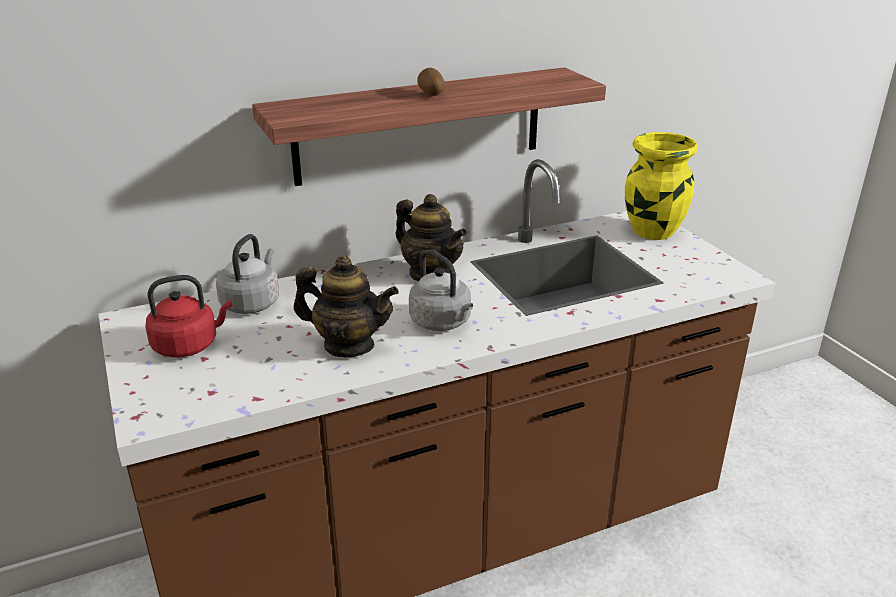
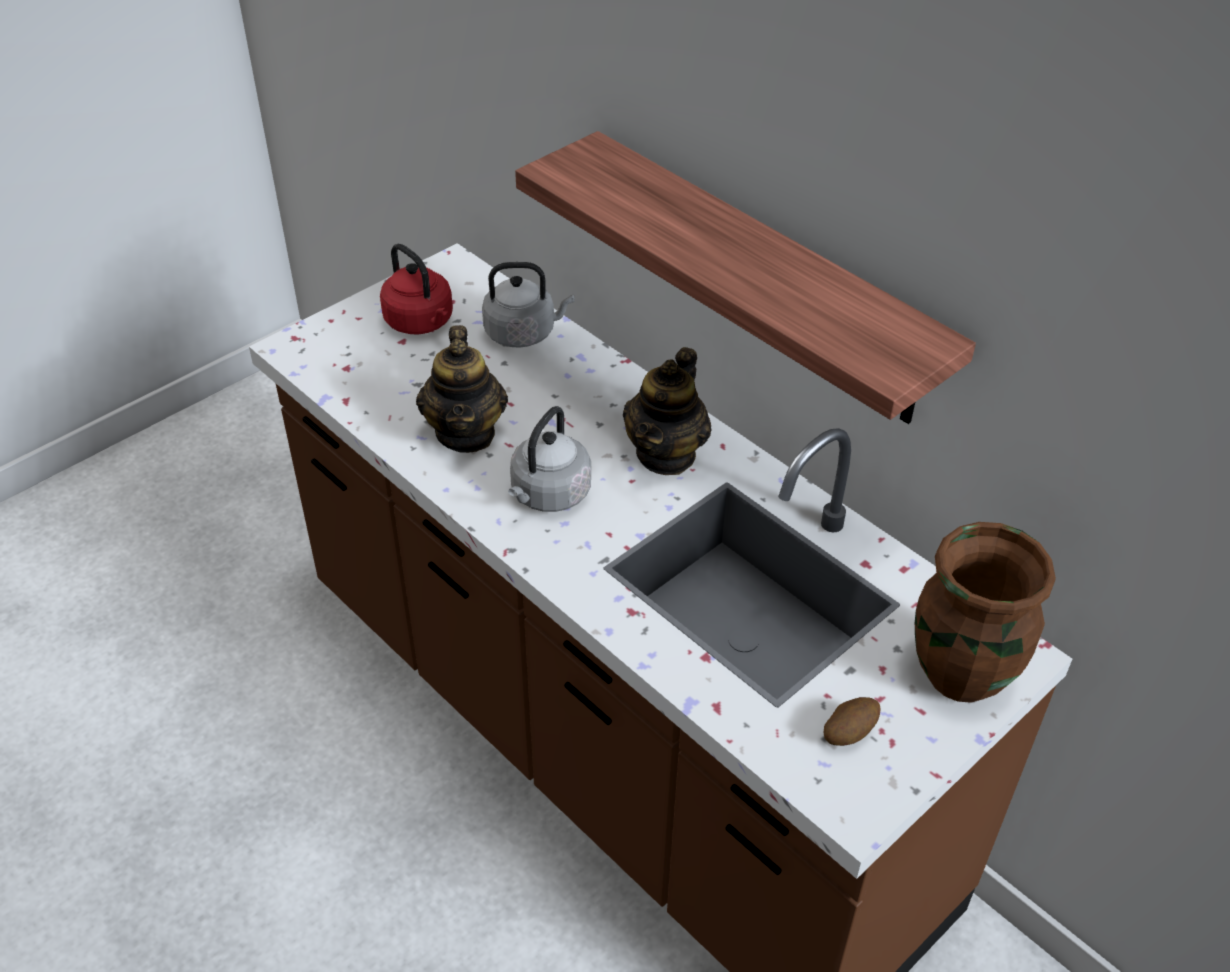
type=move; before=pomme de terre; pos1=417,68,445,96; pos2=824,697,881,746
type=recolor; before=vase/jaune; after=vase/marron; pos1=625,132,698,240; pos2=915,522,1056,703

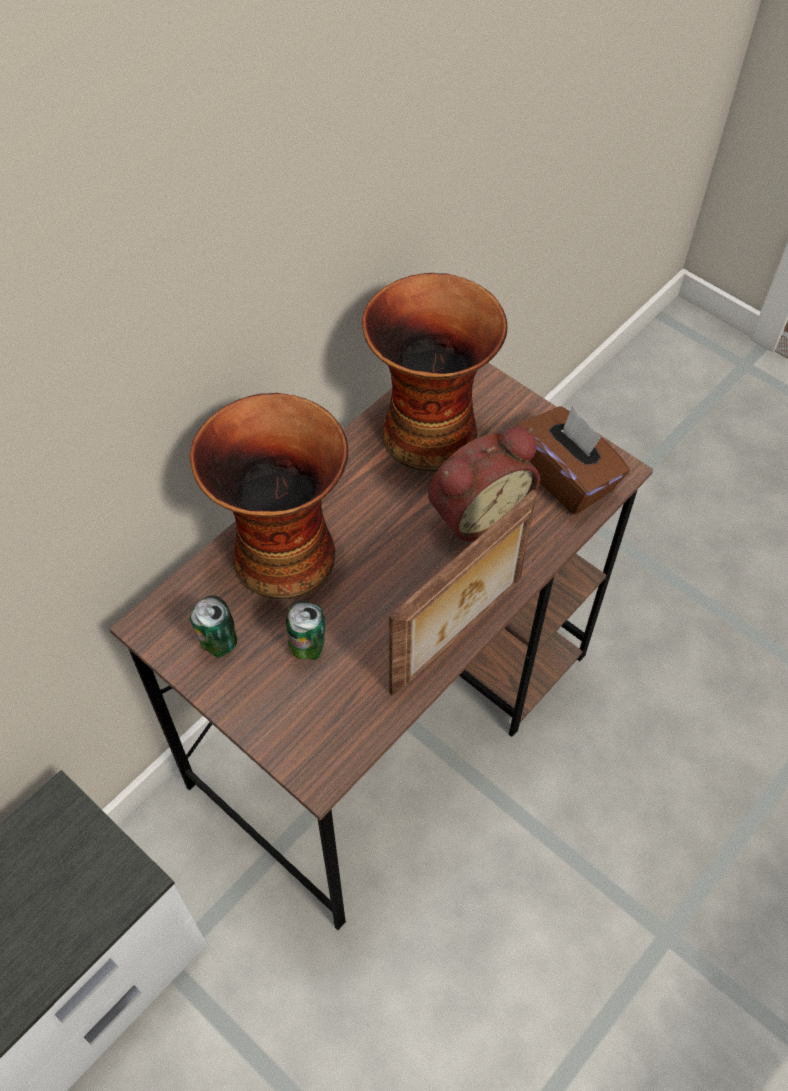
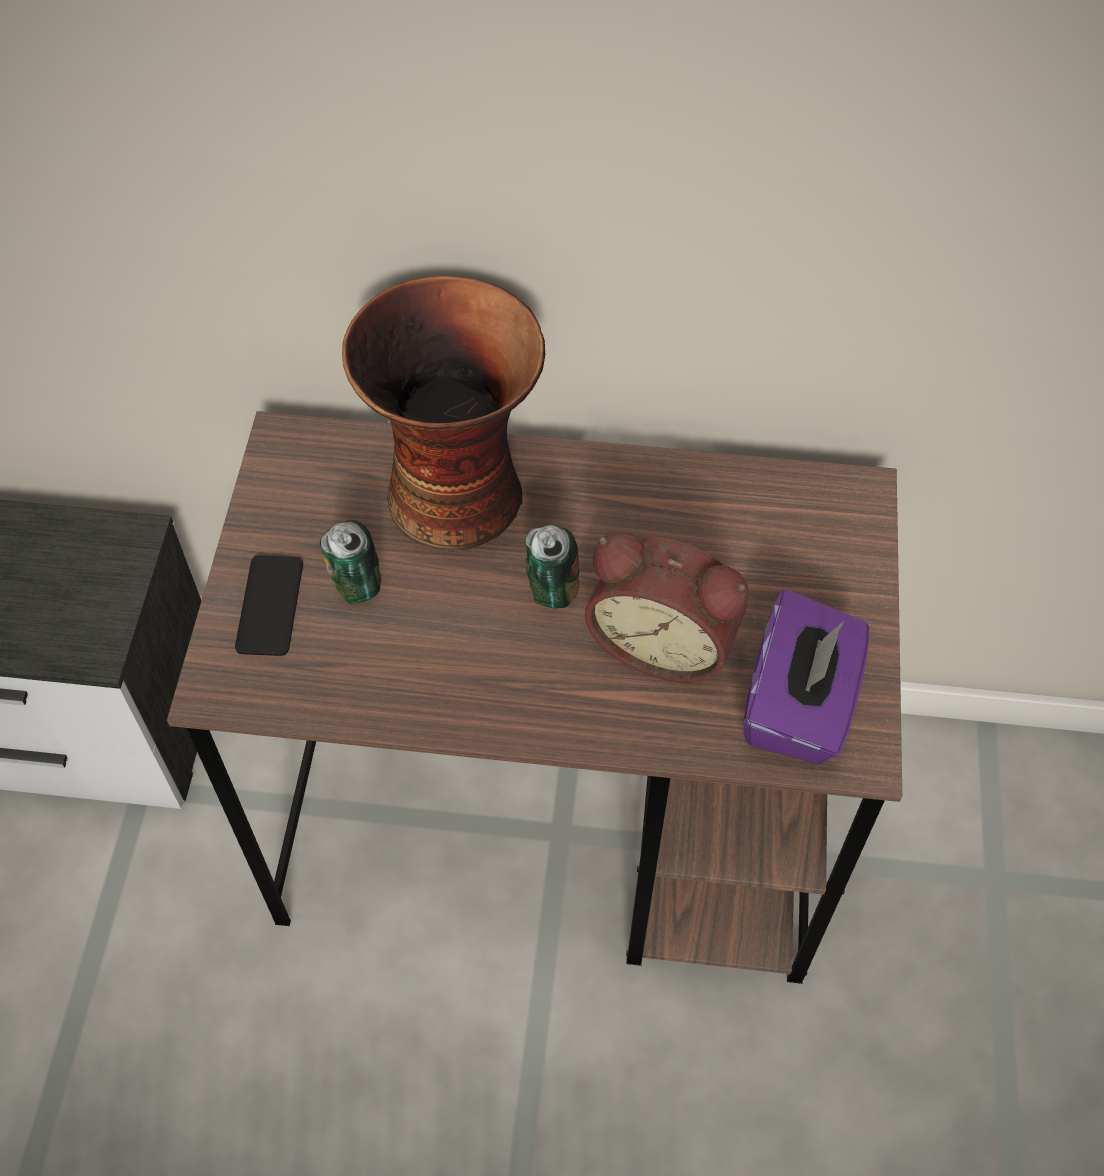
type=insert; after=téléphone; pos2=235,555,303,656
type=move; before=boîte métallique; pos1=190,595,237,658; pos2=525,525,579,608
type=recolor; before=boîte à mouchoirs/marron; after=boîte à mouchoirs/violet; pos1=516,406,630,514; pos2=743,589,869,765
type=delete; before=vase; pos1=362,273,507,471
type=delete; before=cadre photo; pos1=389,489,537,695

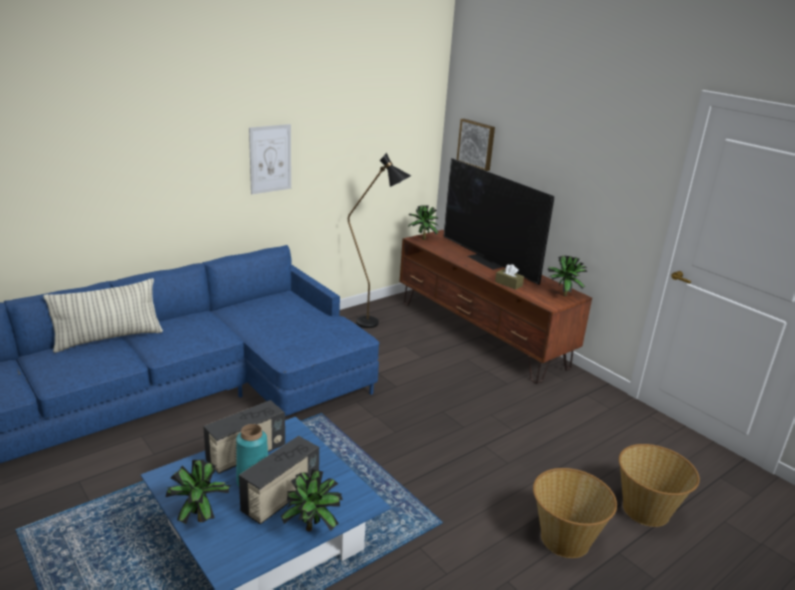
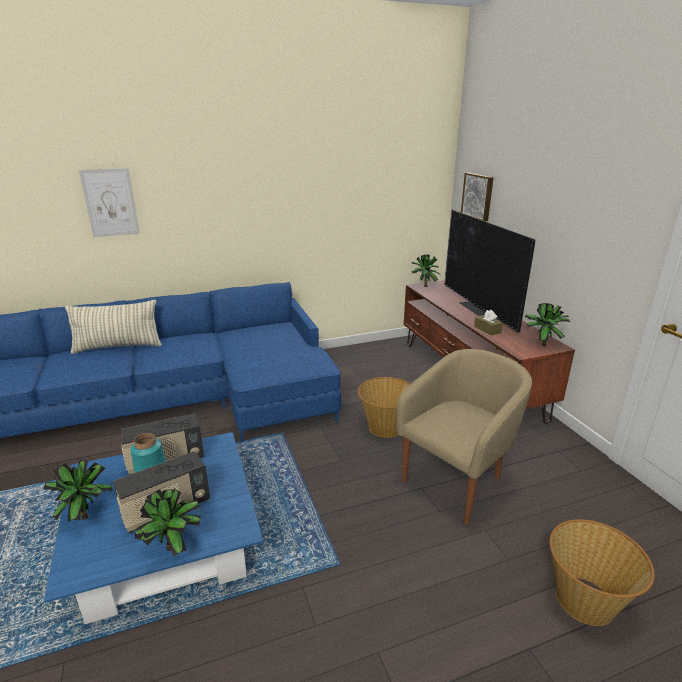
type=move; before=tableau; pos1=249,124,291,194; pos2=79,168,140,237
type=move; before=panier; pos1=533,468,617,558; pos2=358,377,411,438
type=insert; after=fauteuil/beige; pos2=397,349,532,525
type=delete; before=lampadaire/noir; pos1=348,153,411,328

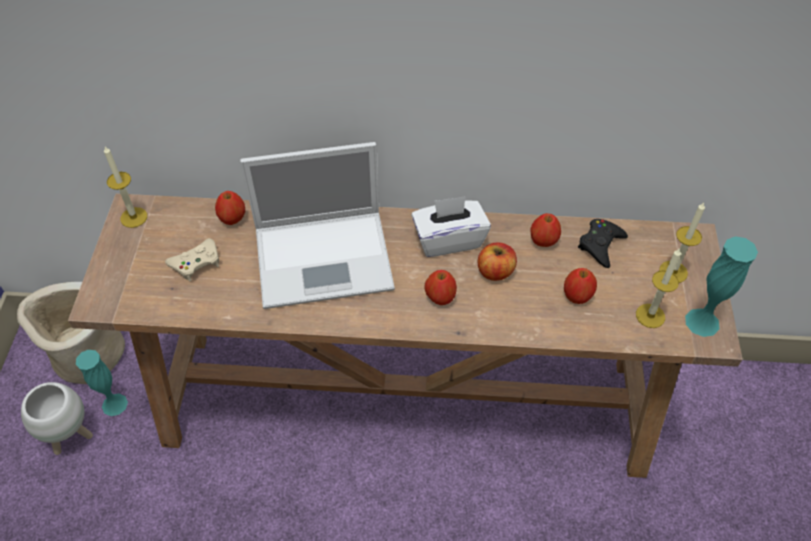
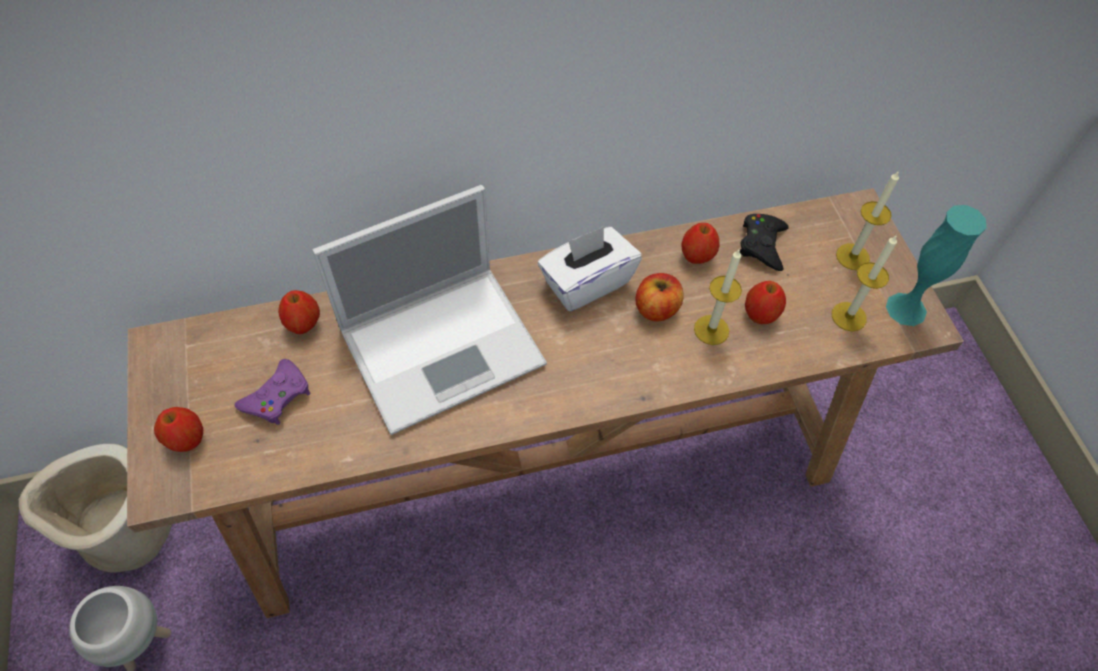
type=move; before=pomme; pos1=424,270,457,305; pos2=154,407,203,452
type=recolor; before=manette/beige; after=manette/violet; pos1=165,238,219,282; pos2=235,359,310,425
type=move; before=bougie; pos1=104,146,147,228; pos2=694,250,742,345
type=delete; before=vase/turquoise; pos1=76,350,128,416

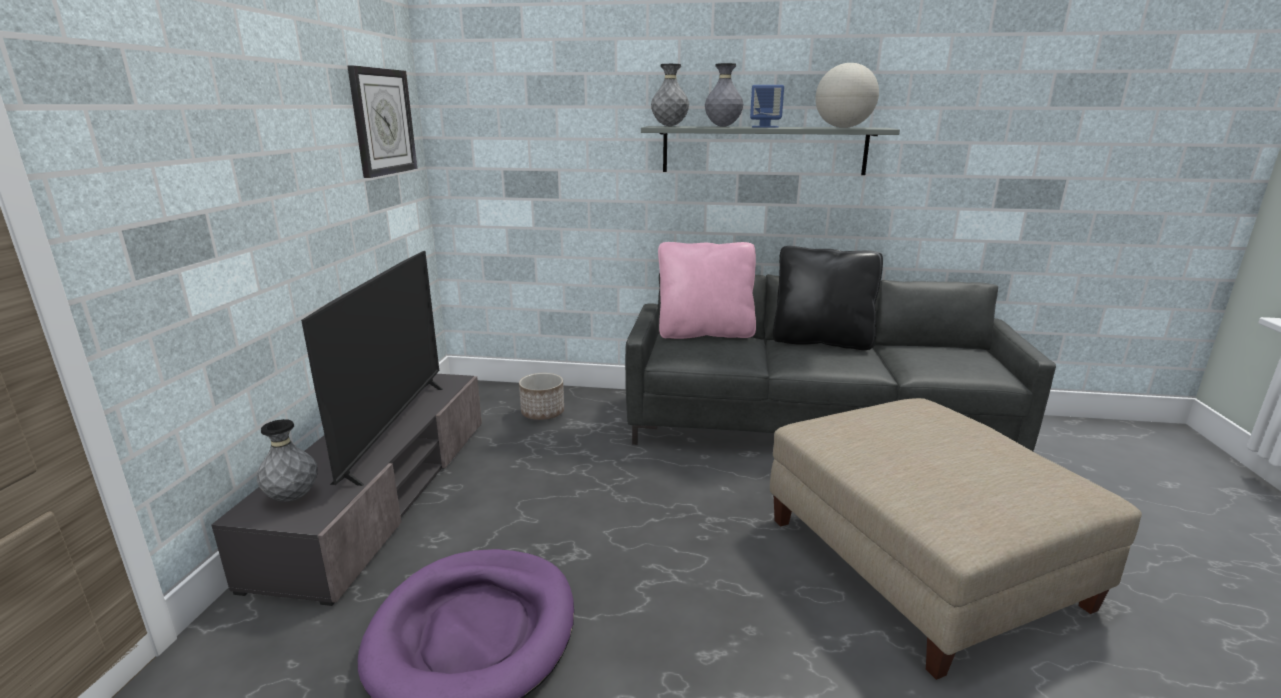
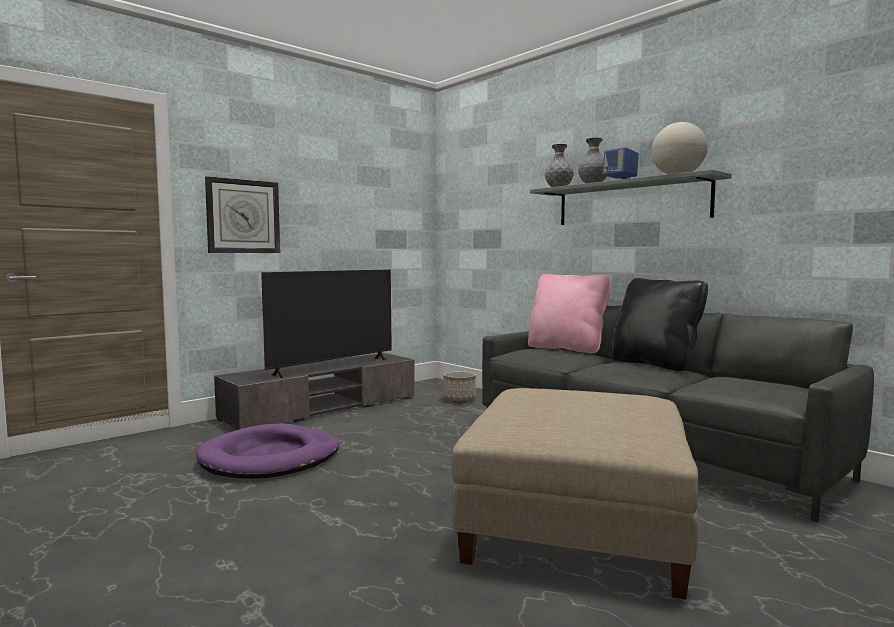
type=move; before=horloge murale; pos1=347,65,417,178; pos2=205,176,280,253
type=delete; before=vase/gris; pos1=257,419,318,501

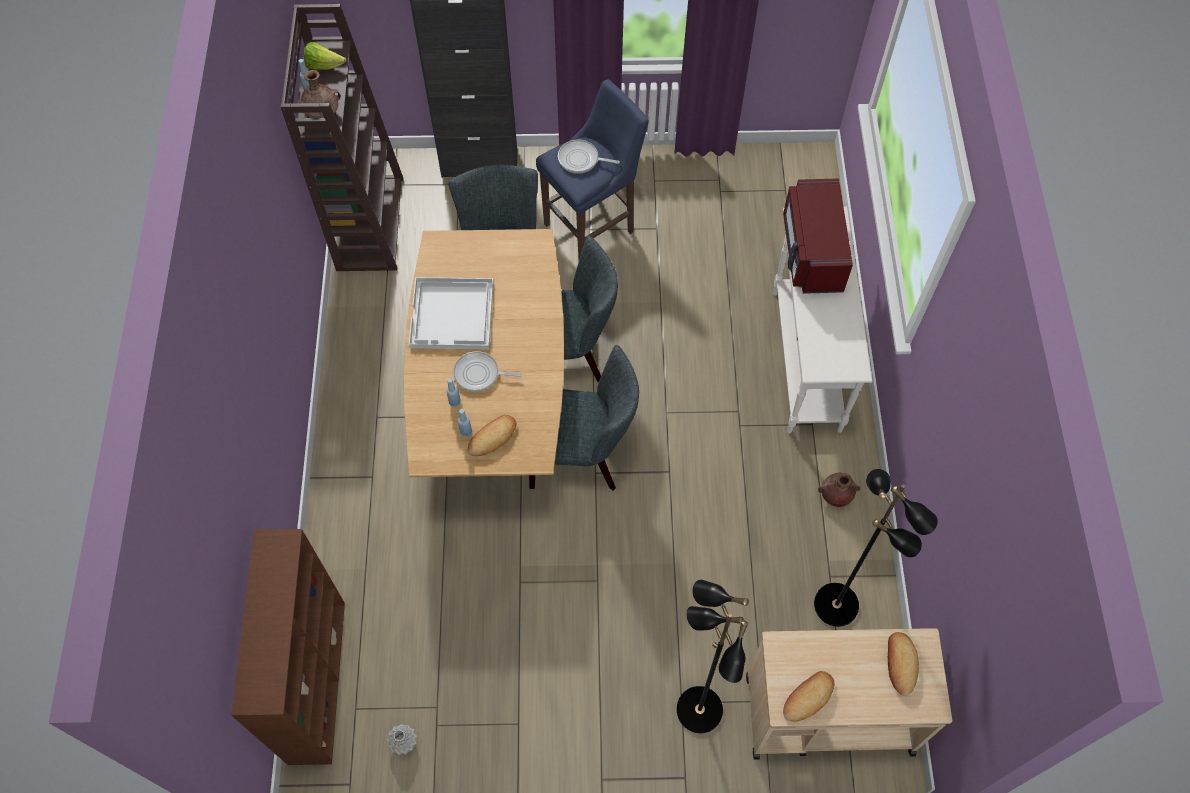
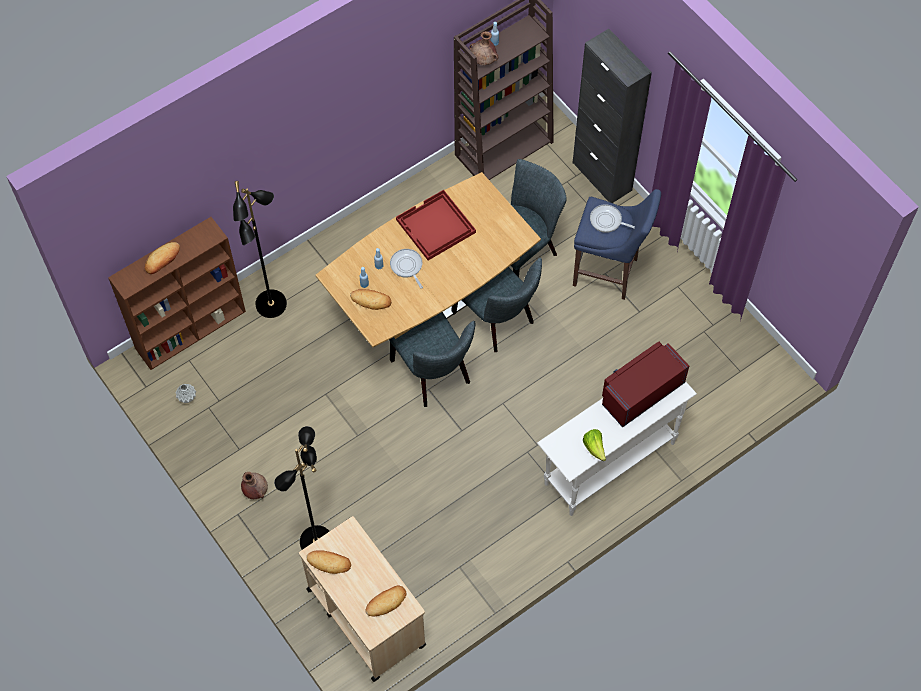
type=insert; after=pain; pos2=145,242,180,274
type=move; before=lampadaire/noir; pos1=814,469,938,627; pos2=233,181,287,318
type=move; before=vase/marron; pos1=818,473,860,507; pos2=241,472,268,499
type=recolor; before=plateau/blanc; after=plateau/rouge; pos1=409,277,494,349; pos2=396,190,476,260
type=move; before=laitue; pos1=304,42,346,70; pos2=583,429,606,461
type=rotate; before=poêle; pos1=558,140,620,174; pos2=590,204,635,233; turn=-45

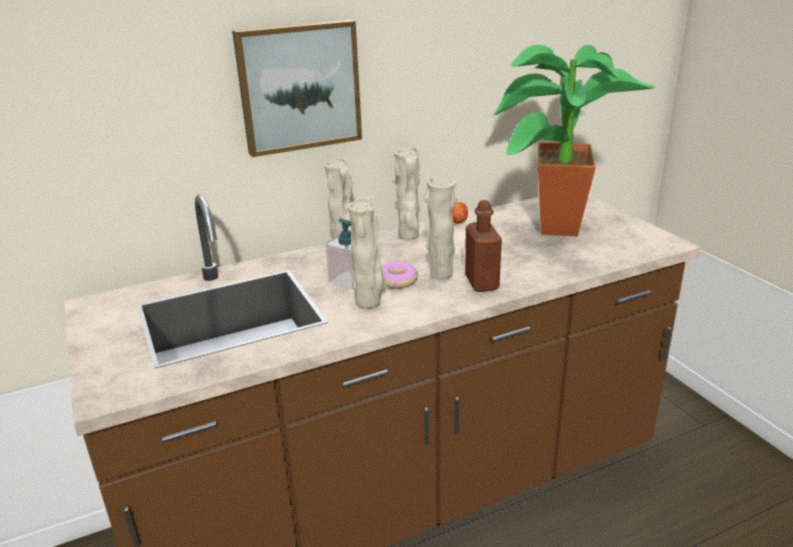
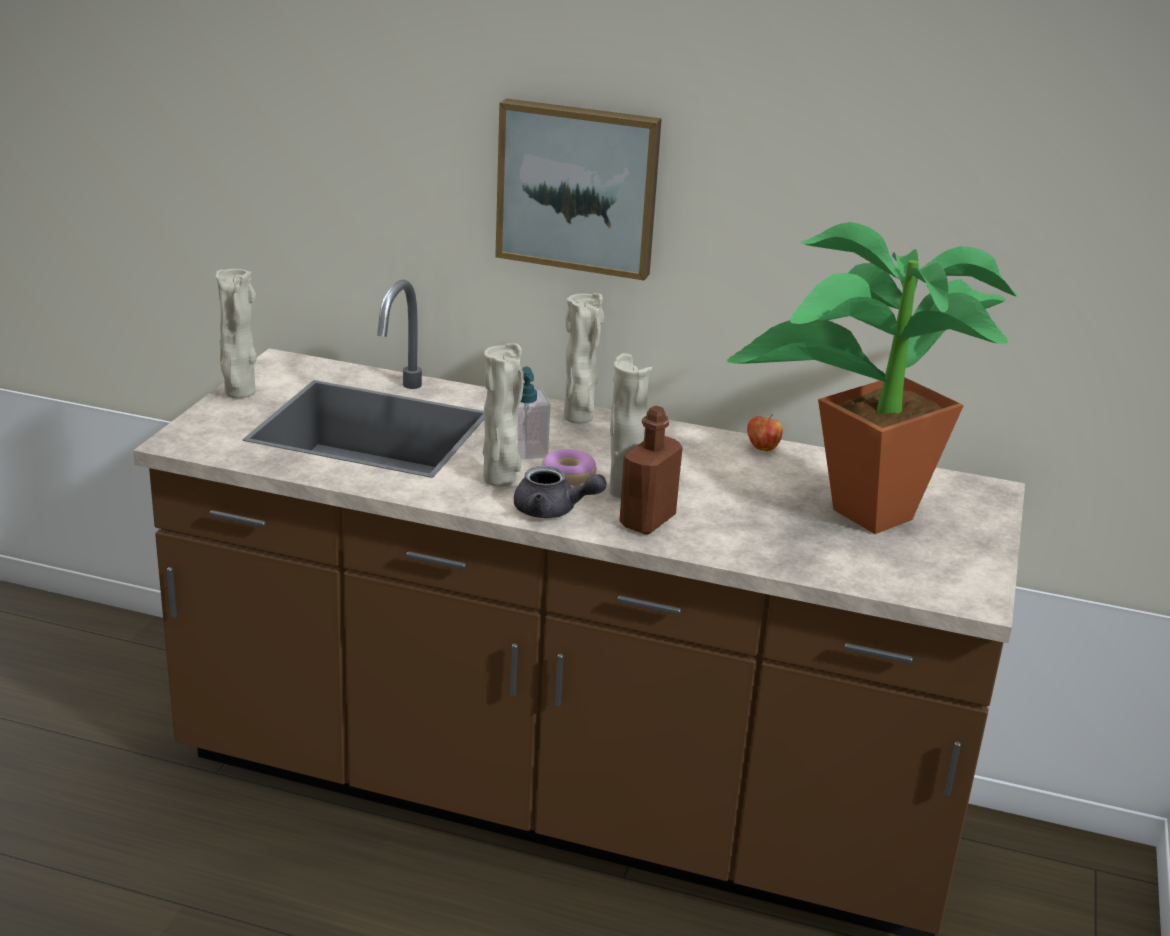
type=move; before=vase/beige; pos1=394,147,421,240; pos2=216,269,257,399
type=insert; after=théière/gris; pos2=514,466,607,518

